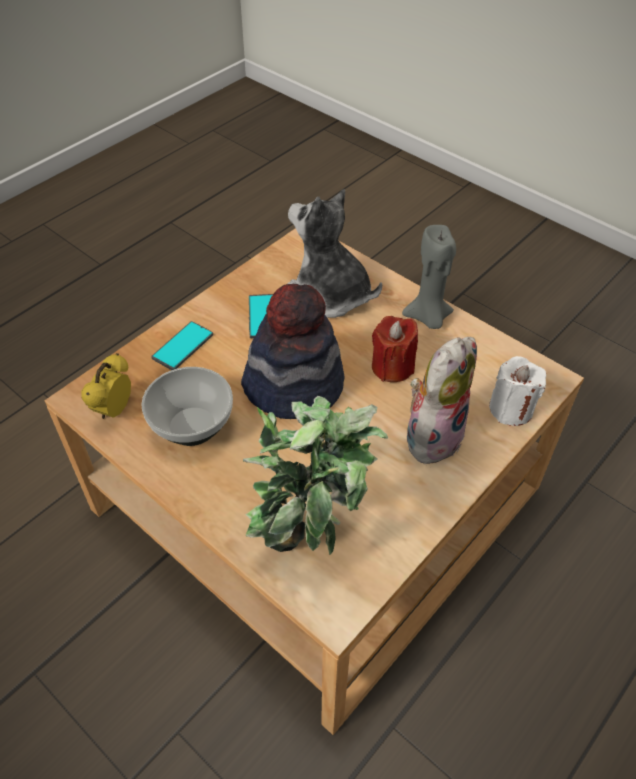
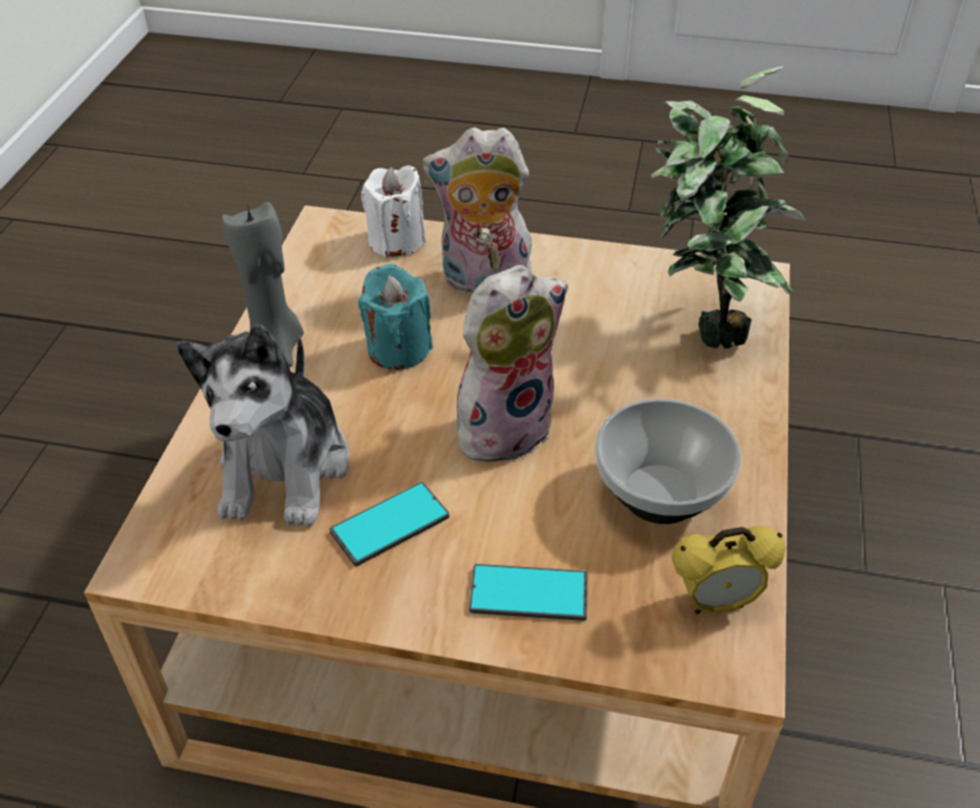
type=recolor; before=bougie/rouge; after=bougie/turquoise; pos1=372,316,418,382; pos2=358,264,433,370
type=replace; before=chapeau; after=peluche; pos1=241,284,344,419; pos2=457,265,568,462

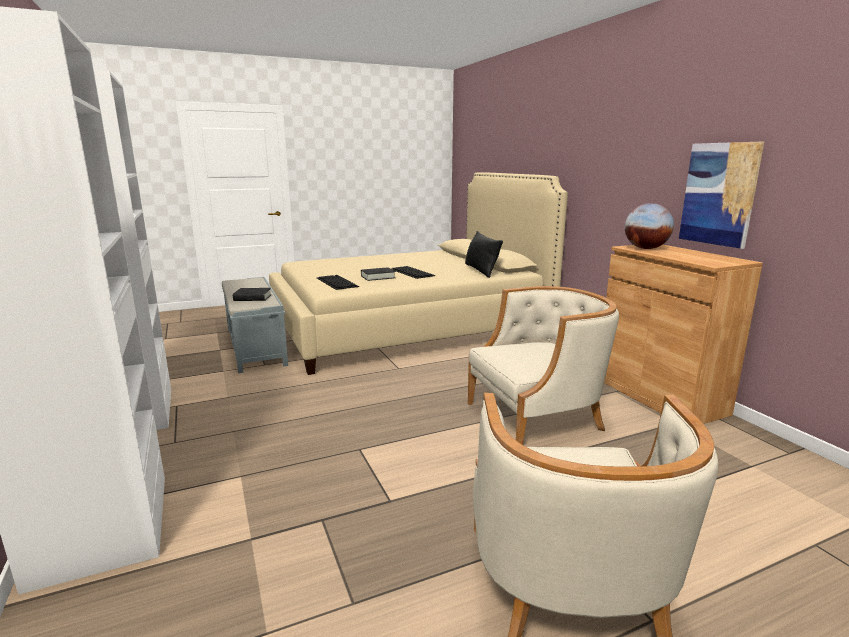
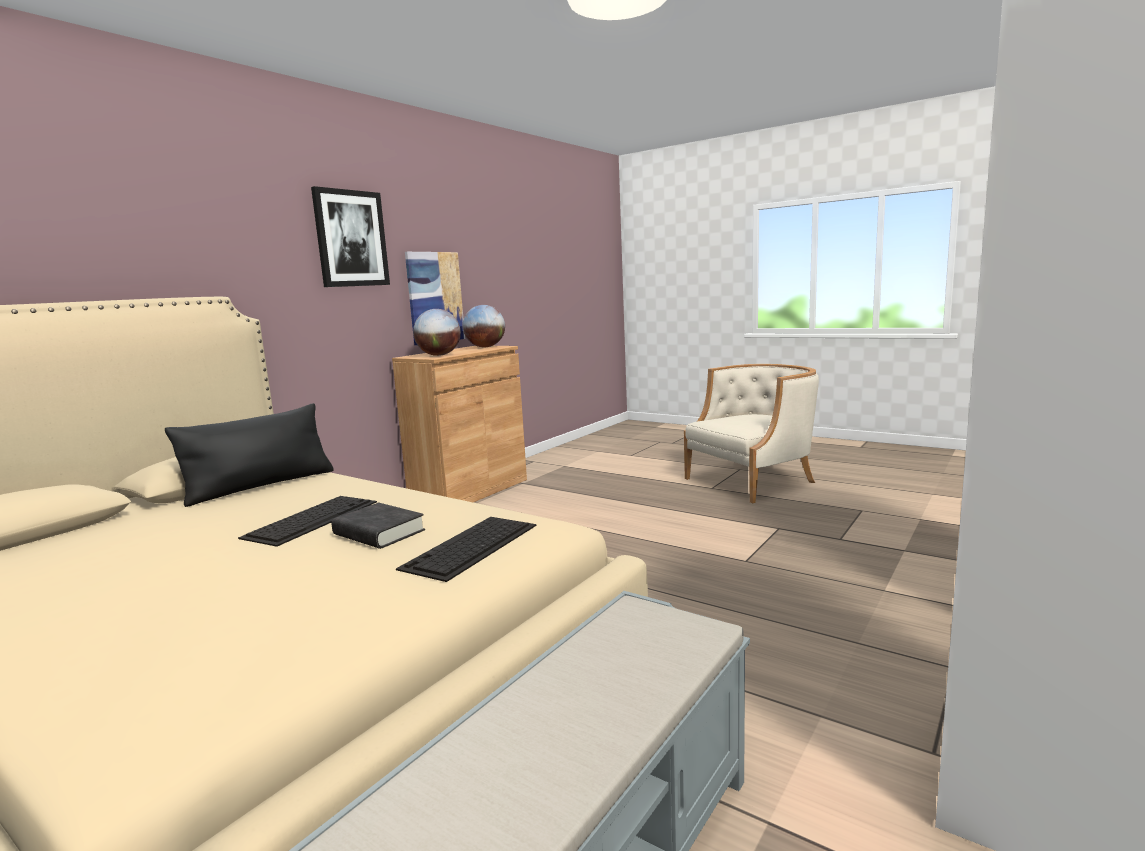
type=insert; after=tableau; pos2=311,186,390,287
type=insert; after=globe; pos2=463,305,505,347
type=delete; before=livre/noir; pos1=233,288,272,301
type=delete; before=fauteuil/beige; pos1=468,286,619,445

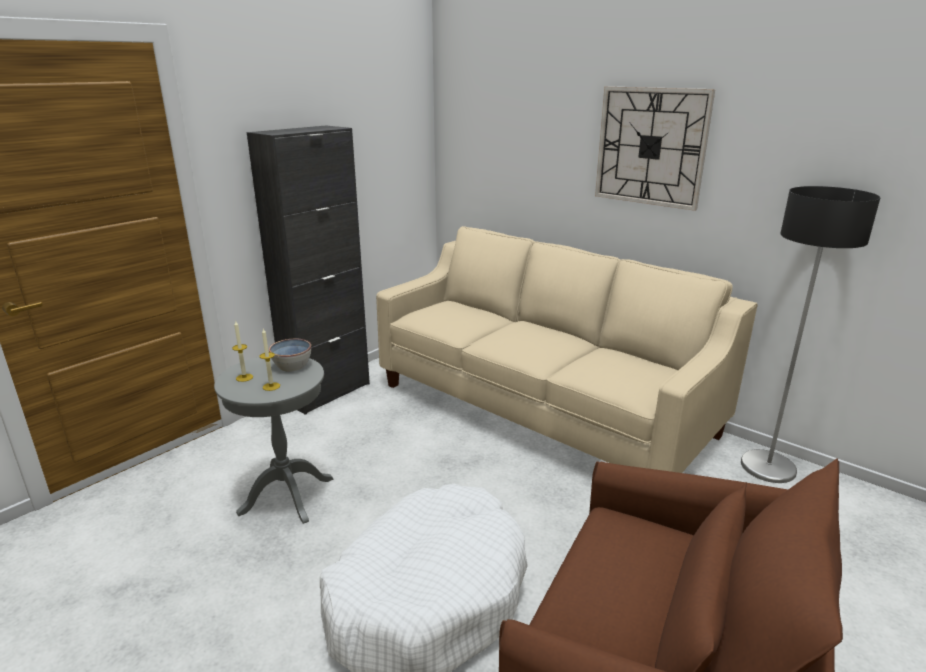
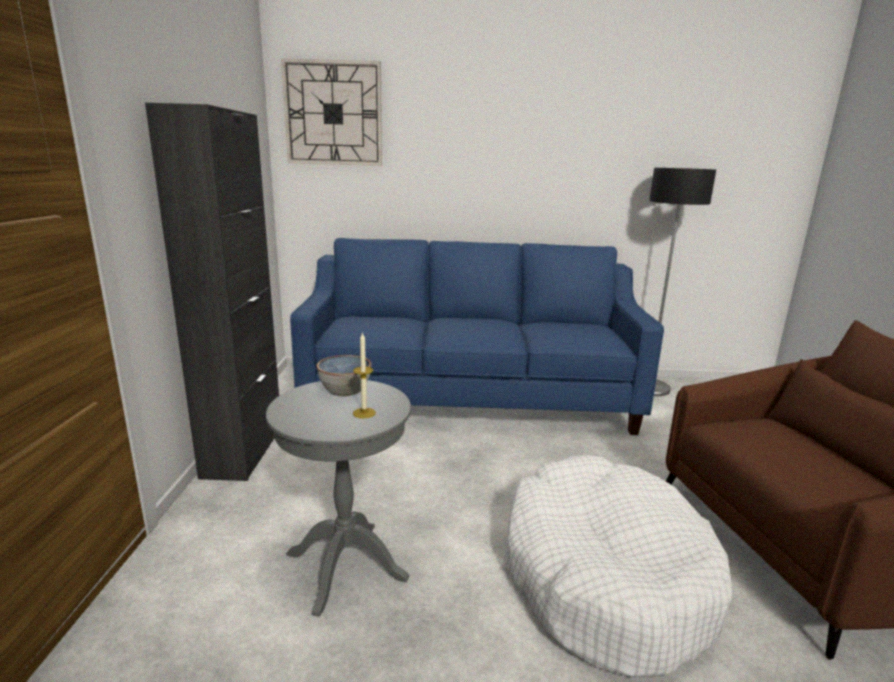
type=move; before=horloge murale; pos1=595,86,715,211; pos2=281,59,382,166
type=recolor; before=canapé/beige; after=canapé/bleu; pos1=376,226,758,473; pos2=290,238,664,435
type=delete; before=bougie; pos1=232,320,253,382

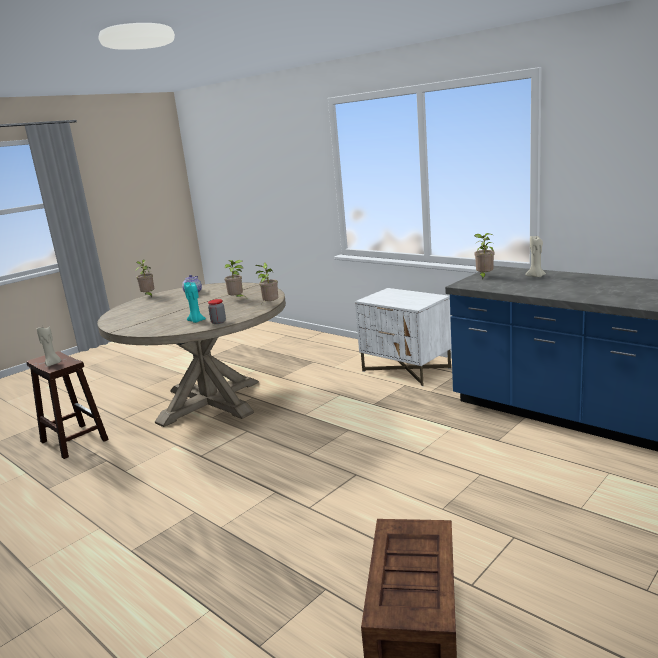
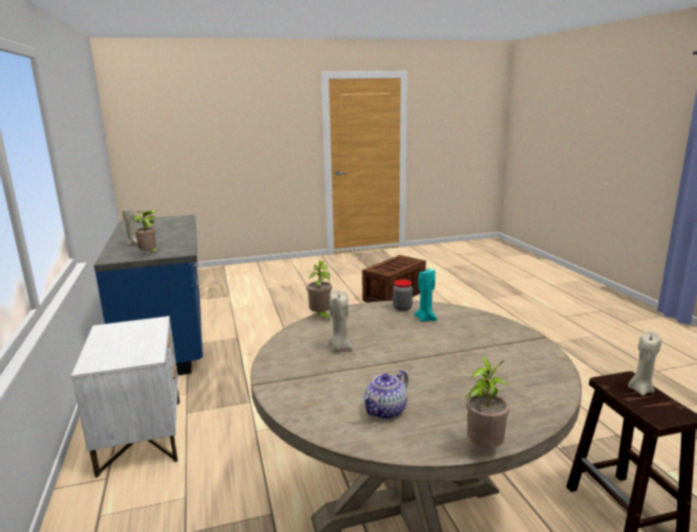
type=replace; before=plante en pot; after=bougie/beige; pos1=224,260,245,297; pos2=328,290,353,352

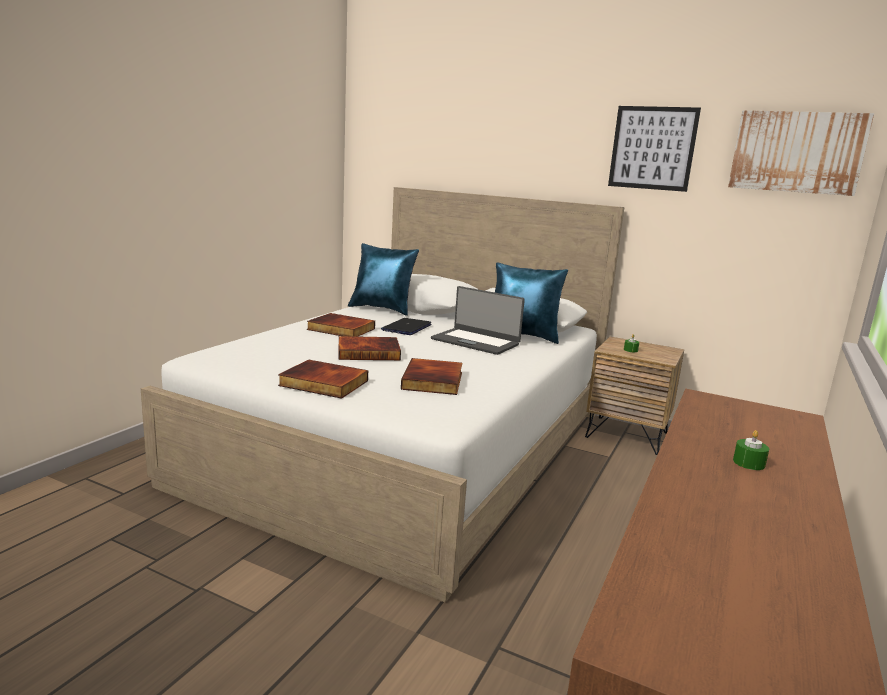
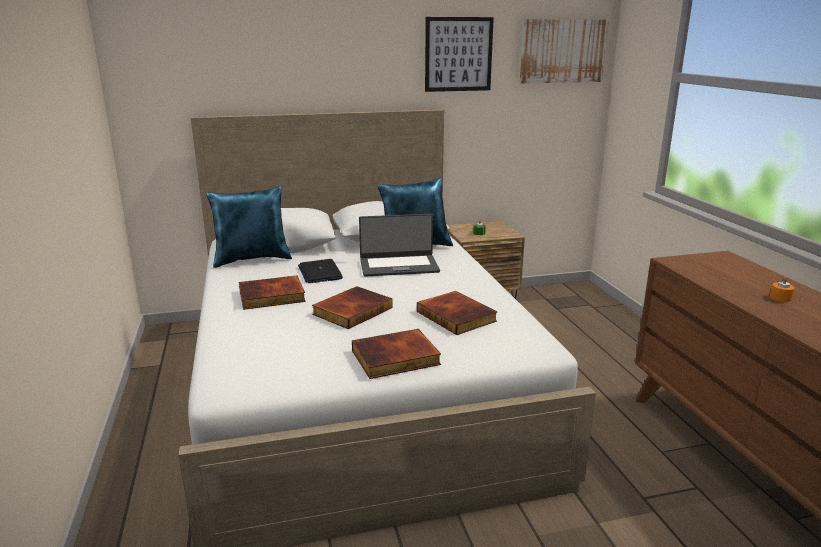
type=recolor; before=bougie/vert; after=bougie/orange; pos1=733,430,769,470; pos2=770,276,795,302

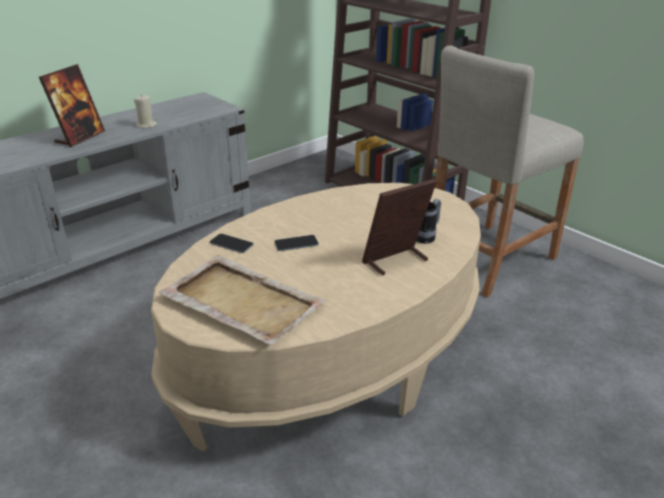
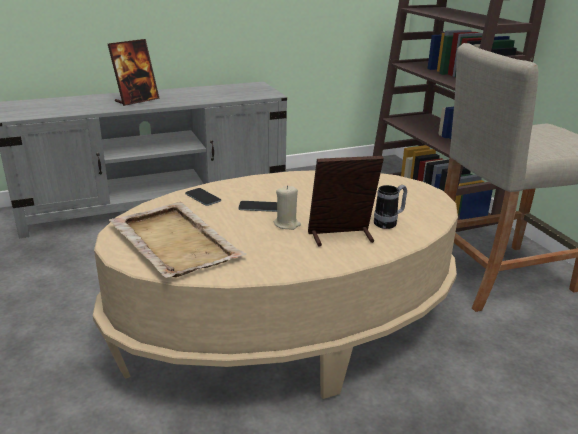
type=move; before=bougie/beige; pos1=134,94,157,128; pos2=274,185,301,230

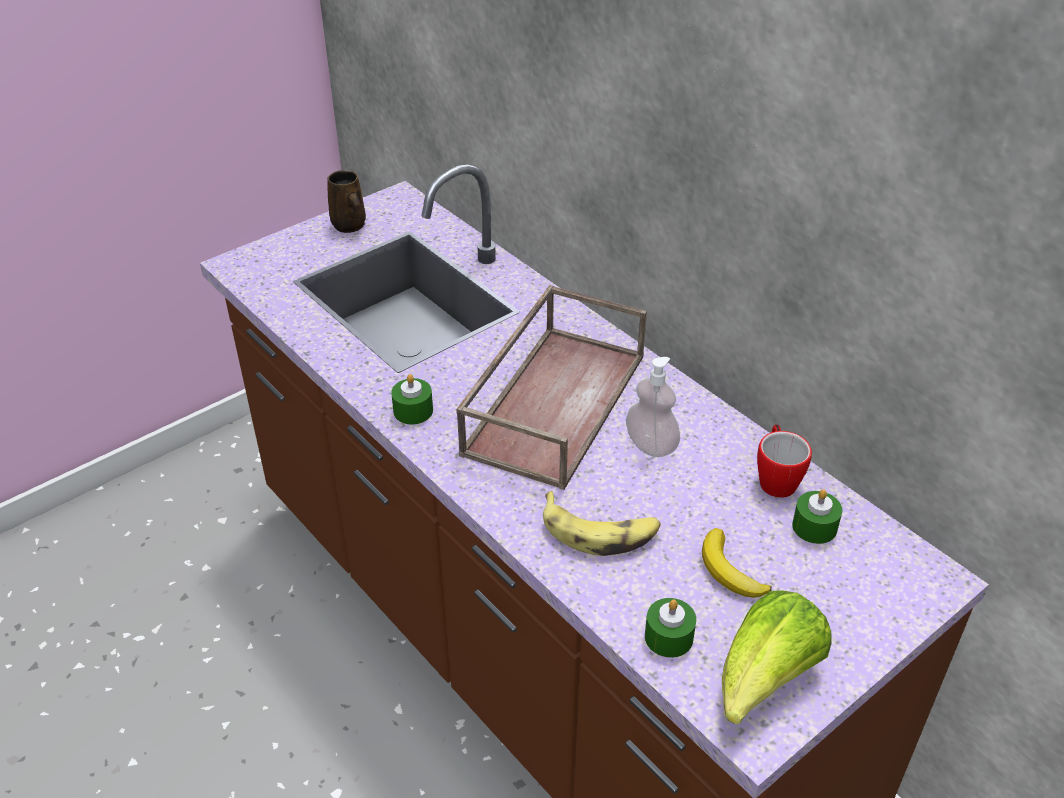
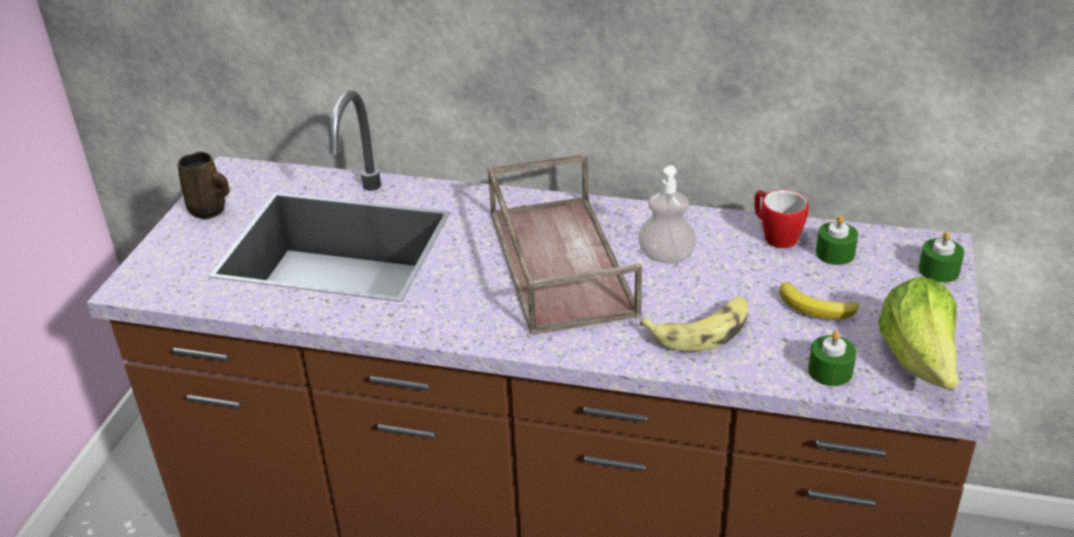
type=move; before=bougie/vert; pos1=391,374,433,424; pos2=919,232,964,283

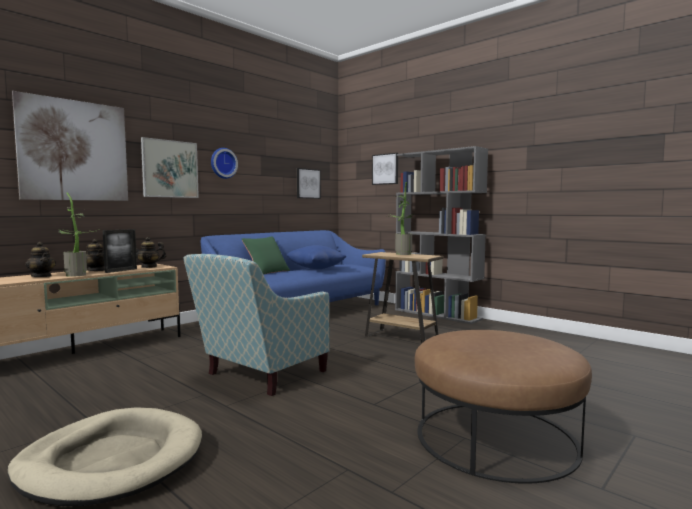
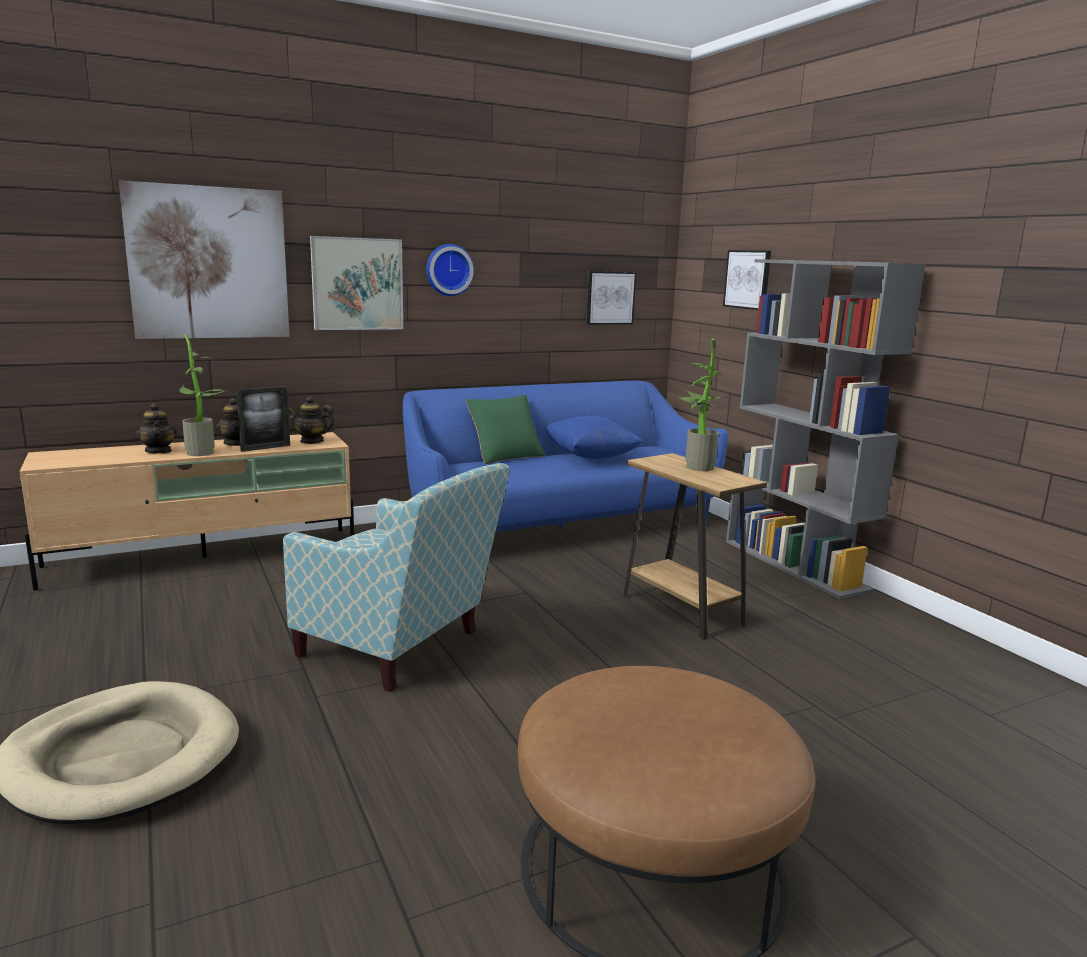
type=rotate; before=fauteuil; pos1=184,254,330,396; pos2=283,463,510,692; turn=-120

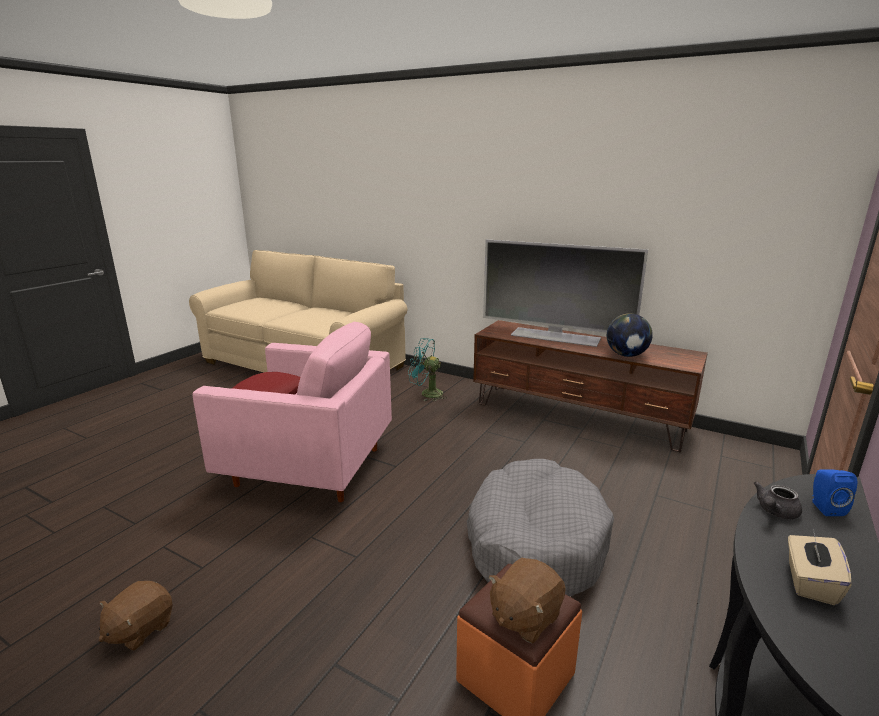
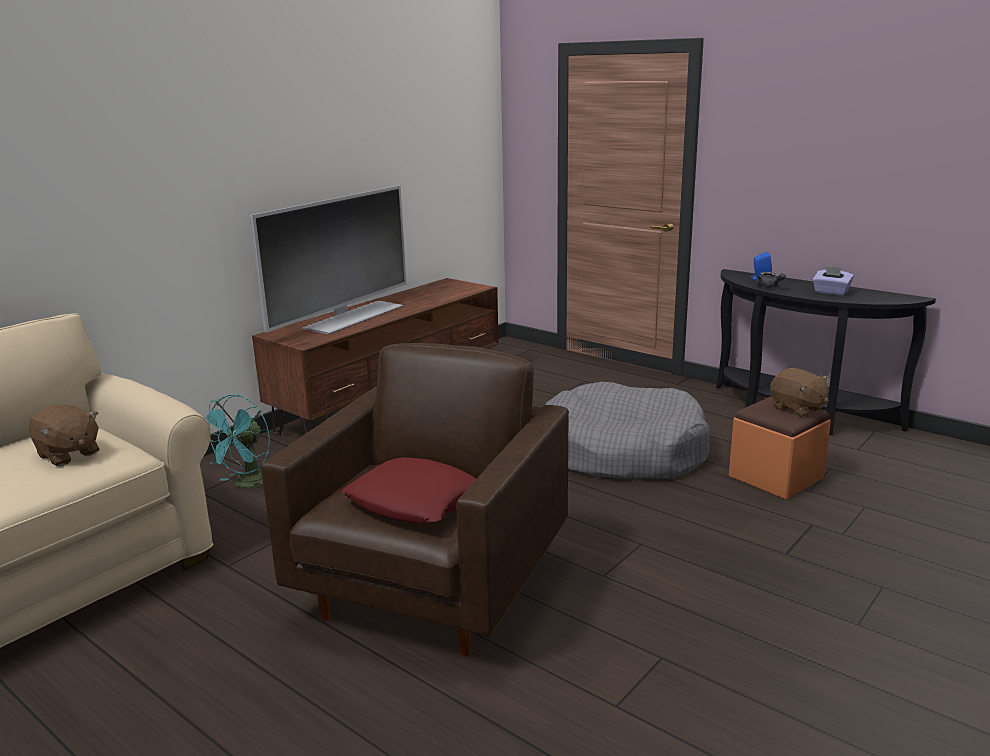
type=move; before=peluche/marron; pos1=98,581,172,651; pos2=29,404,99,466
type=recolor; before=fauteuil/rose; after=fauteuil/marron; pos1=193,322,392,502; pos2=261,343,569,656
type=recolor; before=boîte à mouchoirs/beige; after=boîte à mouchoirs/violet; pos1=788,534,852,605; pos2=813,266,854,295
type=delete; before=globe; pos1=607,313,653,357

